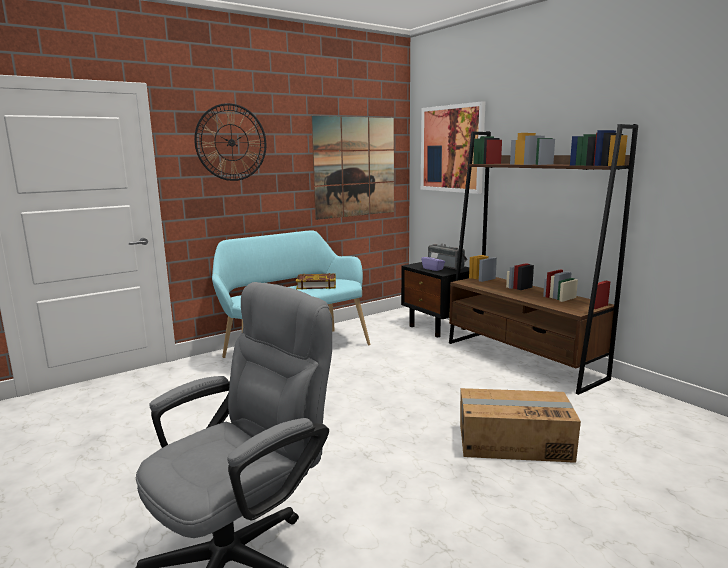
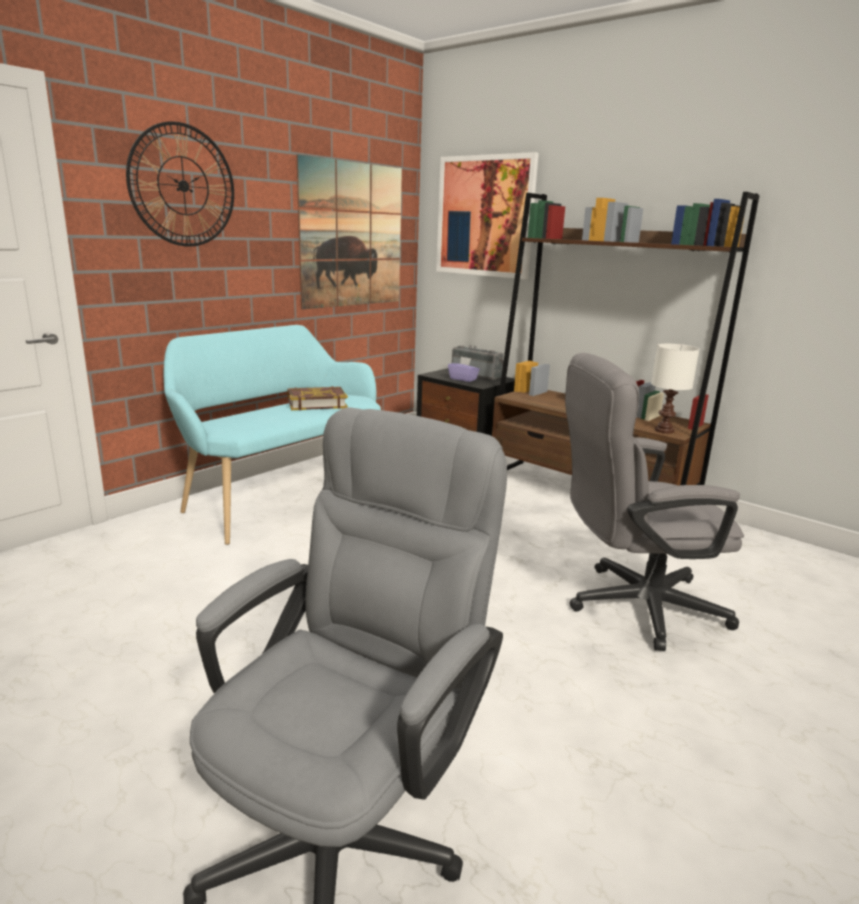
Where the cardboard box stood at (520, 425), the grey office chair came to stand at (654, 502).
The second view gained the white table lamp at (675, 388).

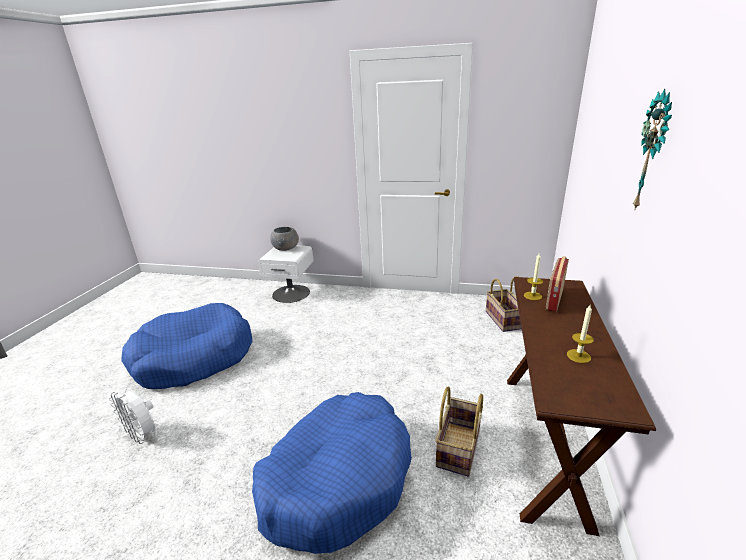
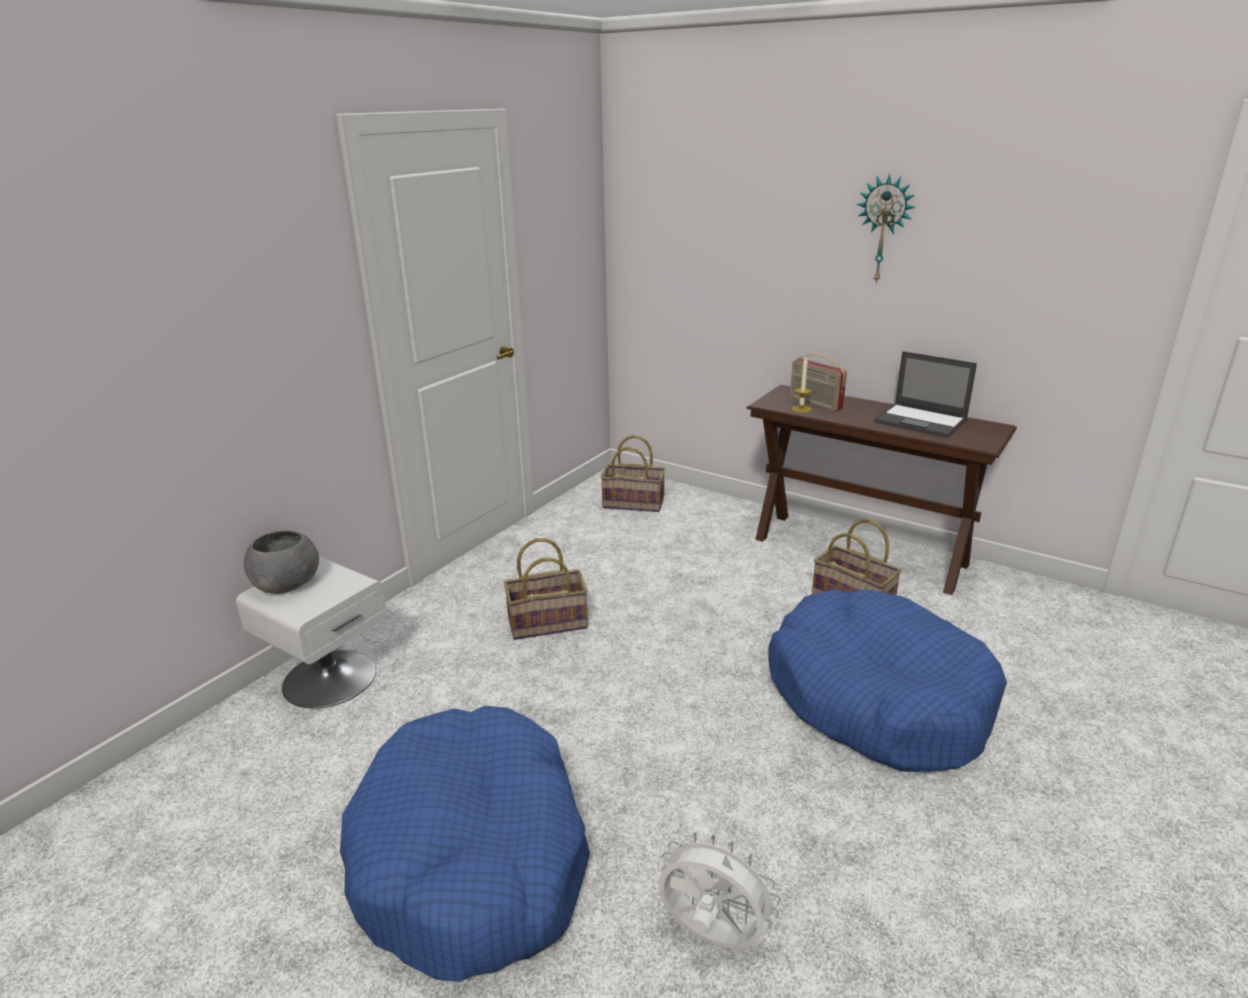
The second view gained the basket at (546, 589).
The white fan at (132, 416) ended up facing another way, 120 degrees counterclockwise from before.
Where the candle stood at (580, 334), the laptop came to stand at (925, 394).

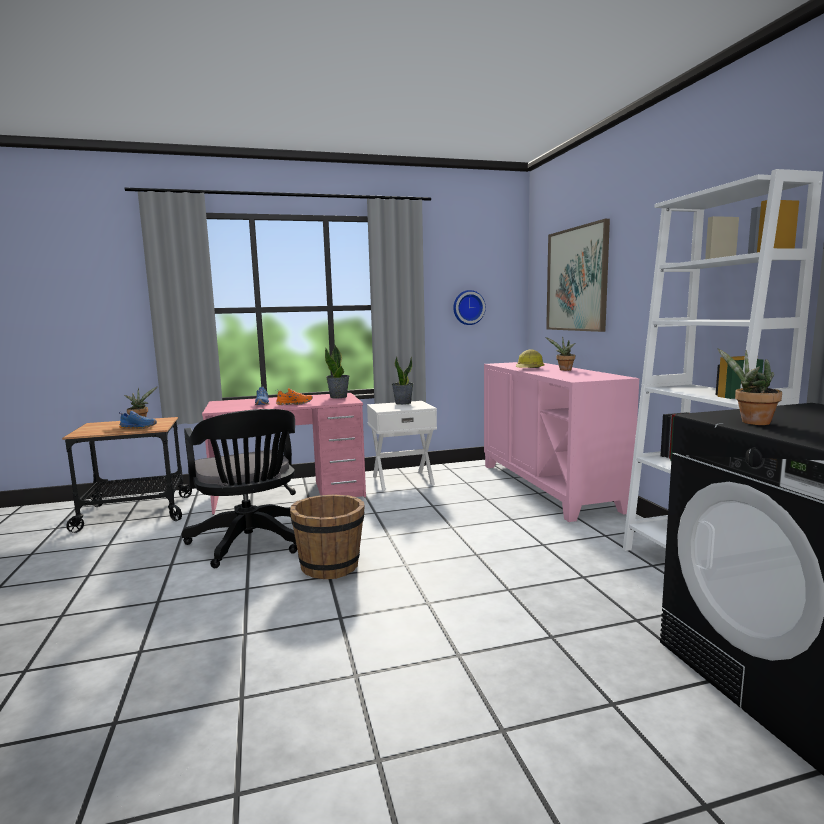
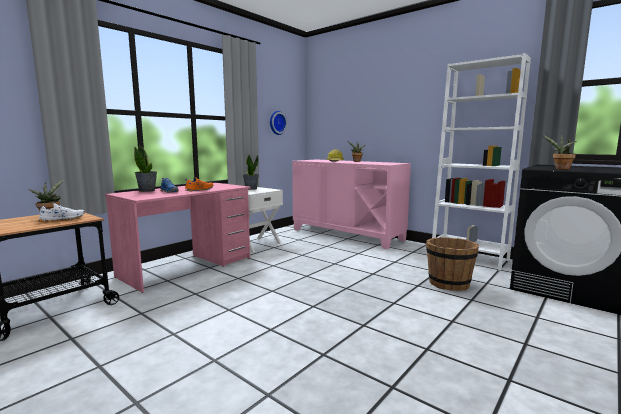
What was the blue shoe at (138, 420) turned into the white shoe at (61, 212).
The potted plant ended up elsewhere, having gone from (337, 371) to (145, 168).
The brown bucket ended up elsewhere, having gone from (327, 536) to (452, 264).
The second view lost the black office chair at (239, 488).
The second view lost the picture at (578, 275).

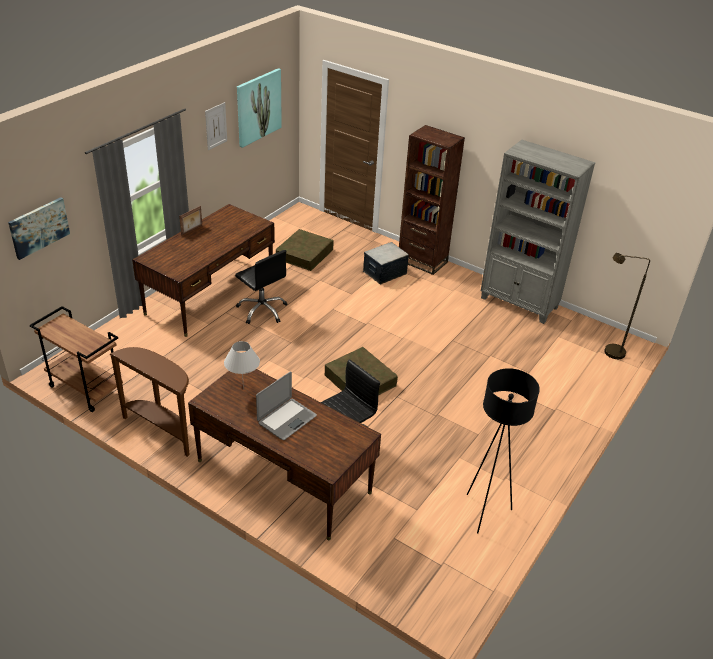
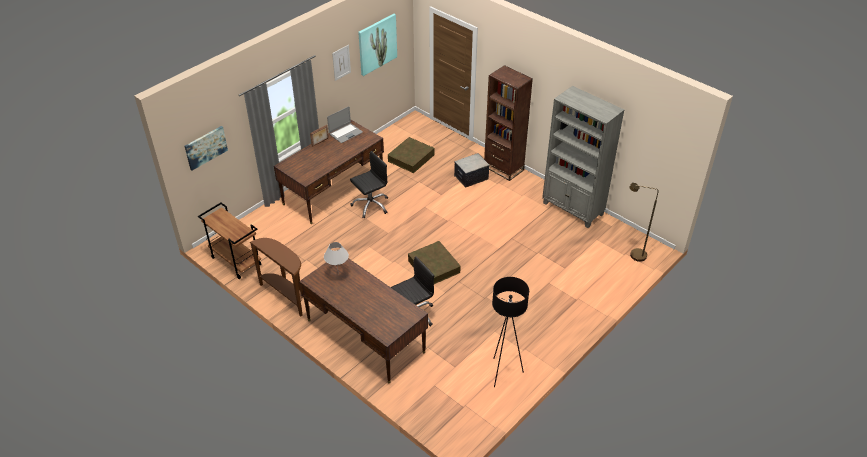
The laptop ended up elsewhere, having gone from (286, 405) to (345, 124).
The black office chair at (261, 287) ended up facing another way, 90 degrees counterclockwise from before.

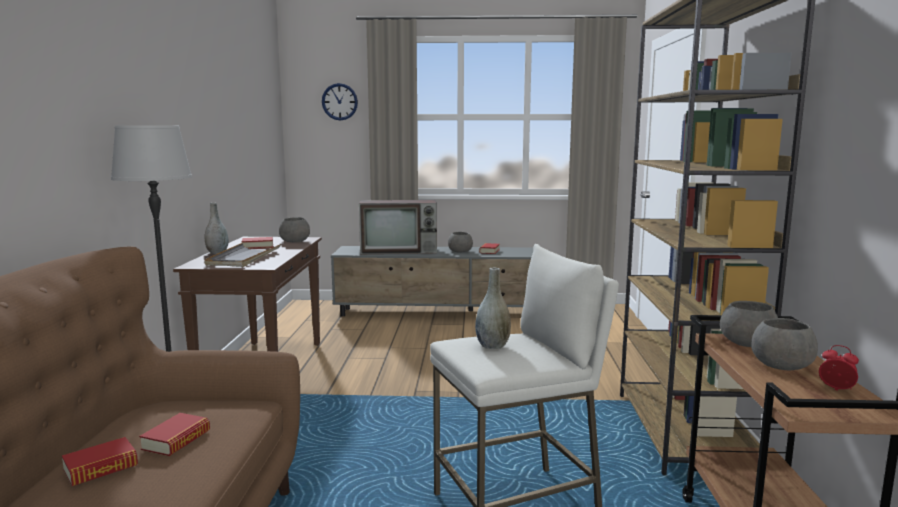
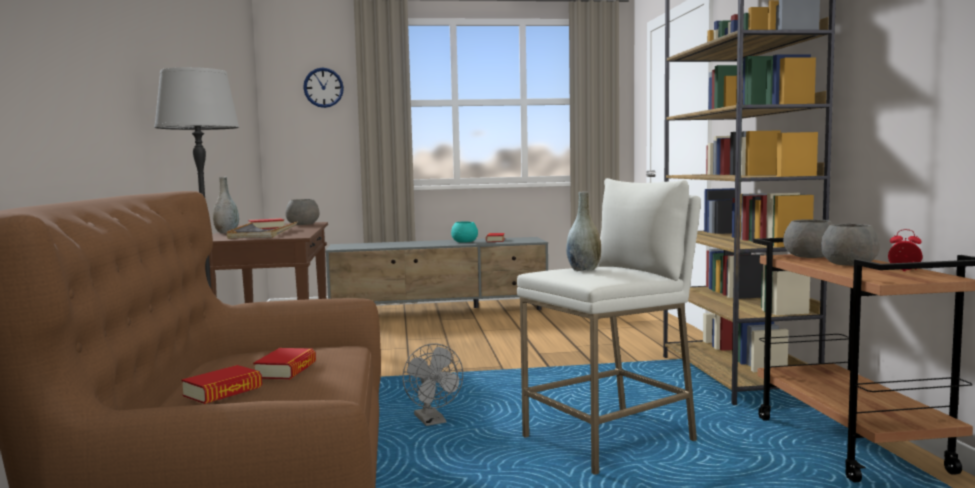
The second view gained the grey fan at (433, 384).
What was the grey bowl at (460, 242) turned into the turquoise bowl at (464, 232).
The second view lost the television at (398, 227).

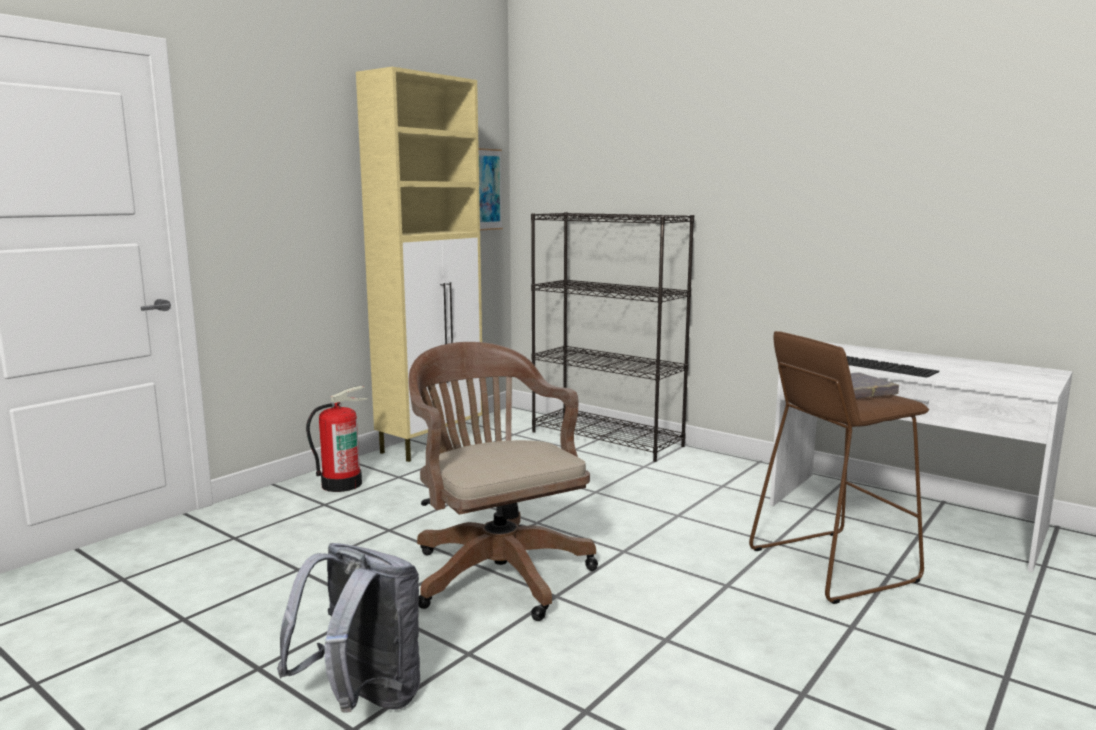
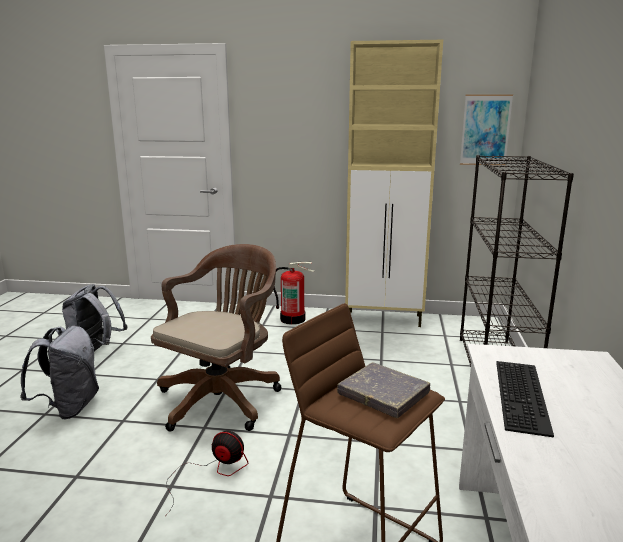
The second view gained the grey backpack at (94, 317).
The second view gained the fan at (207, 473).

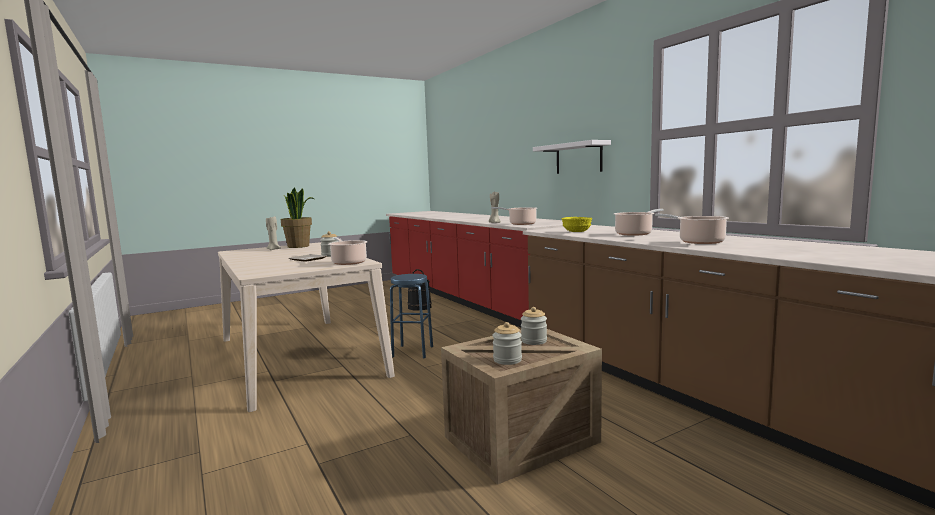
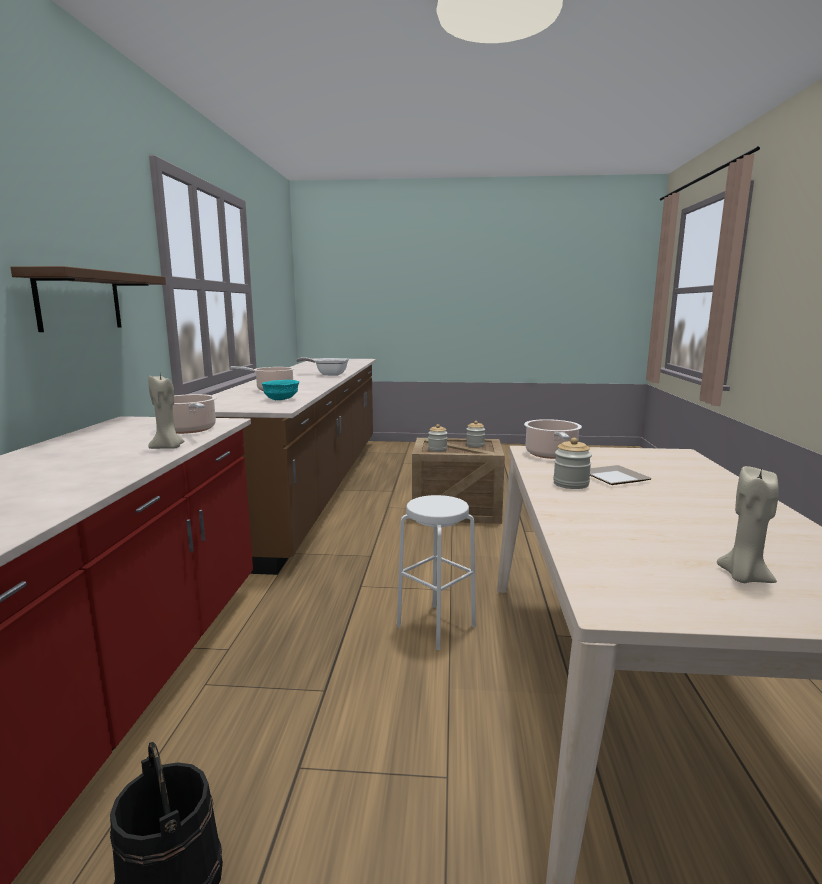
What was the white shelf at (572, 157) turned into the brown shelf at (88, 299).
What was the yellow bowl at (577, 224) turned into the turquoise bowl at (280, 390).
The second view gained the frying pan at (322, 366).
What was the blue stool at (411, 316) turned into the white stool at (436, 572).
The second view lost the potted plant at (297, 217).
The second view lost the cooking pot at (692, 229).

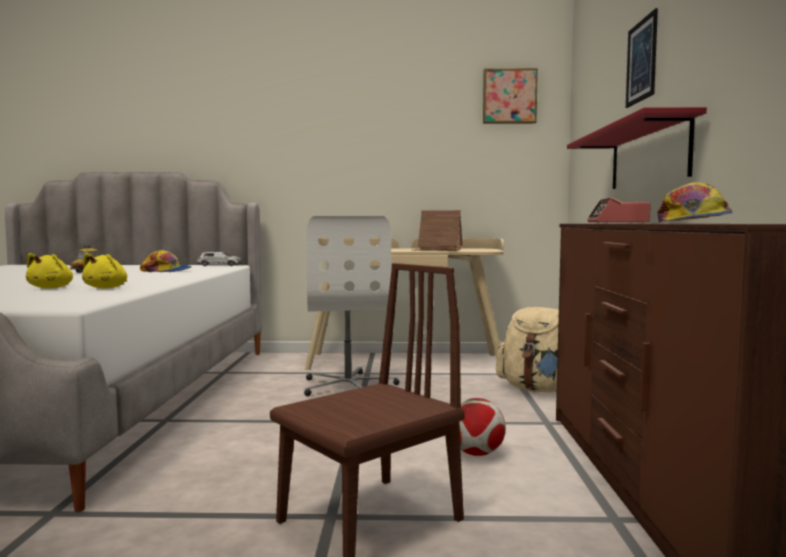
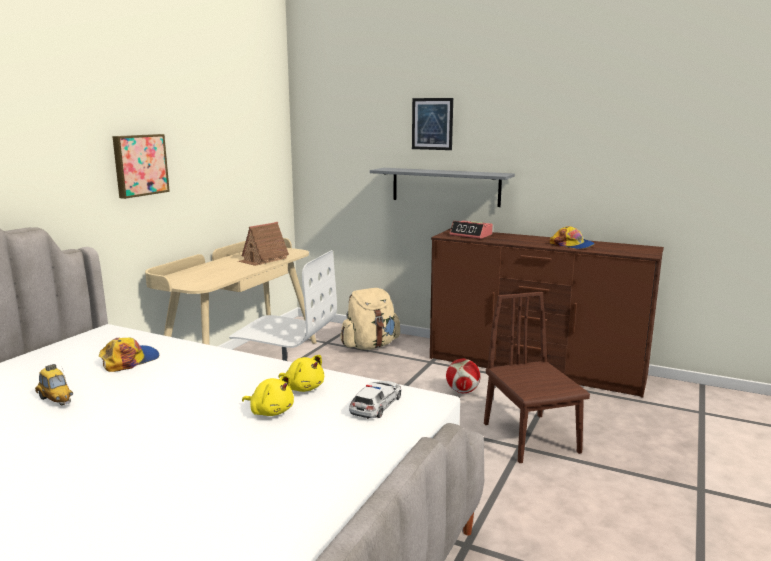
The picture ended up elsewhere, having gone from (510, 96) to (141, 166).
The toy car ended up elsewhere, having gone from (220, 258) to (375, 400).
What was the red shelf at (637, 148) turned into the grey shelf at (442, 187).

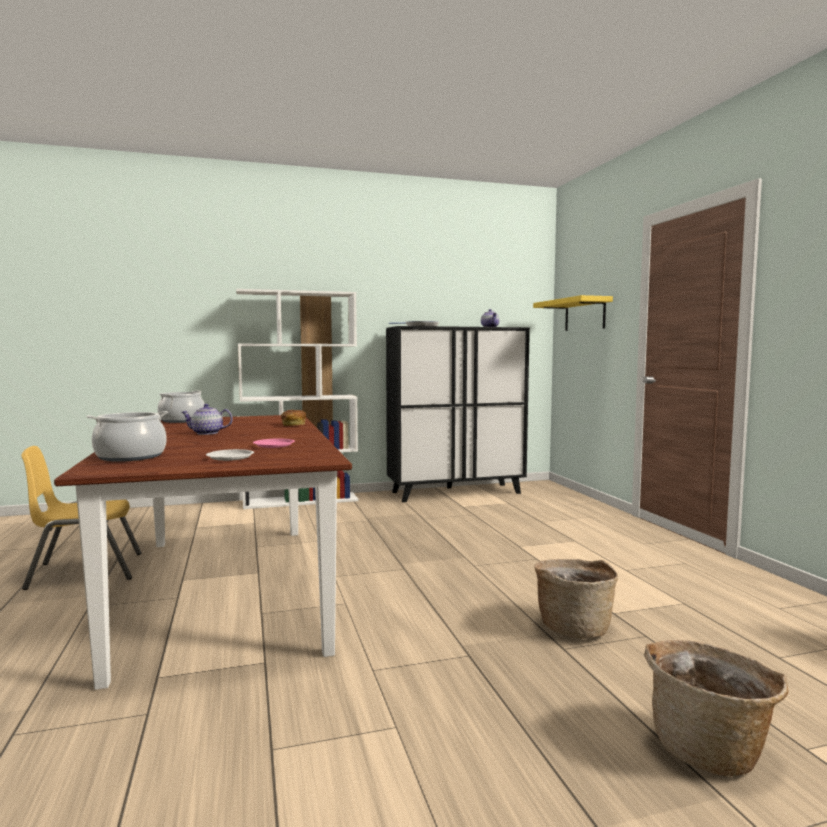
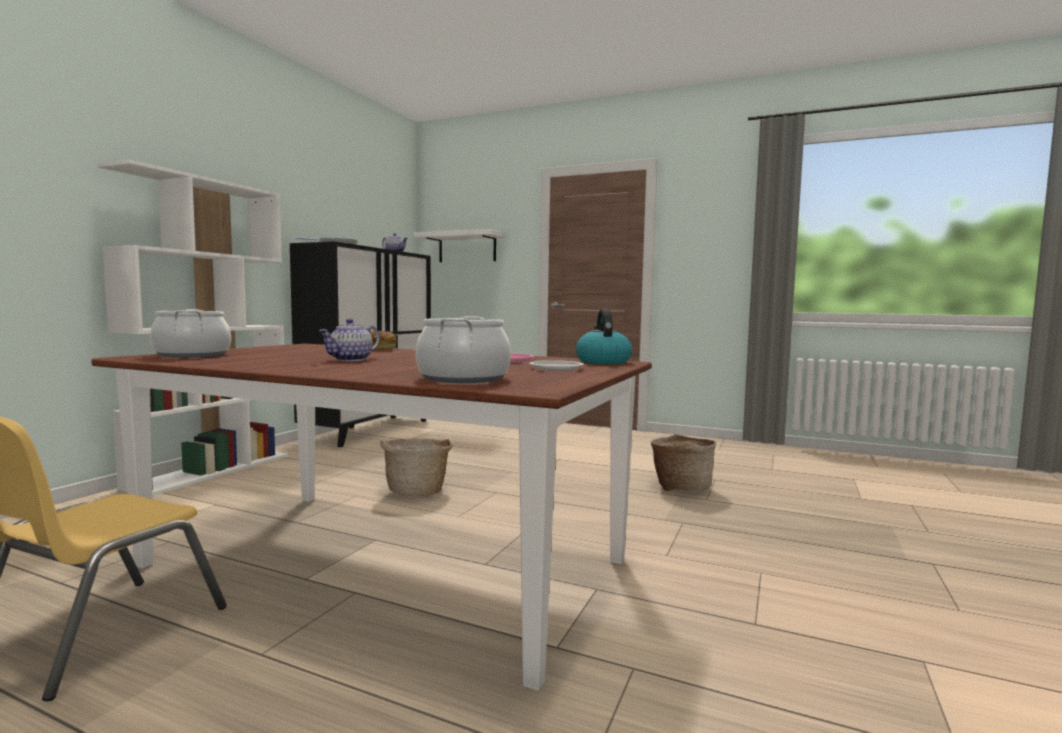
The basket ended up elsewhere, having gone from (716, 708) to (416, 467).
What was the yellow shelf at (573, 313) turned into the white shelf at (459, 245).
The second view gained the kettle at (604, 336).

